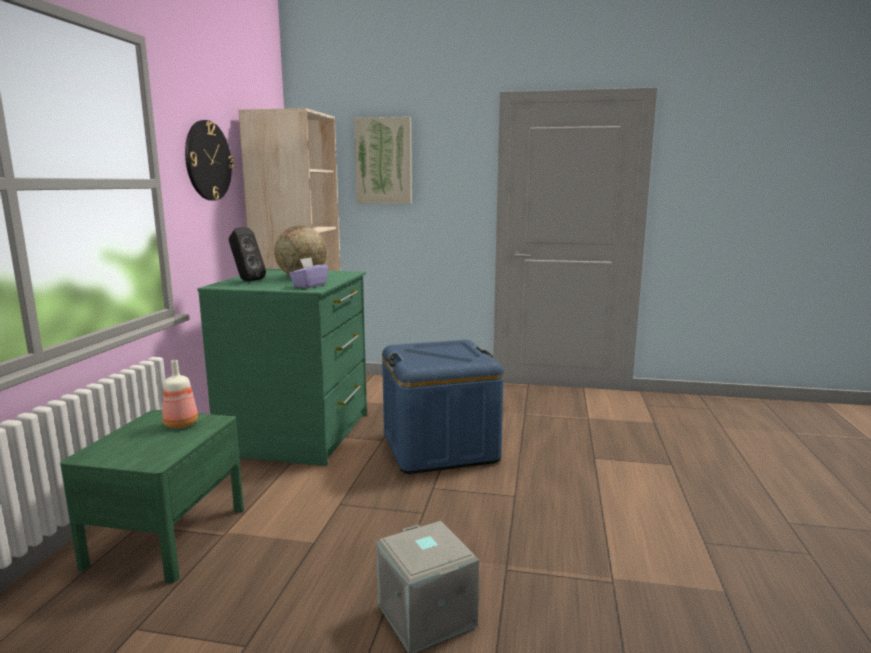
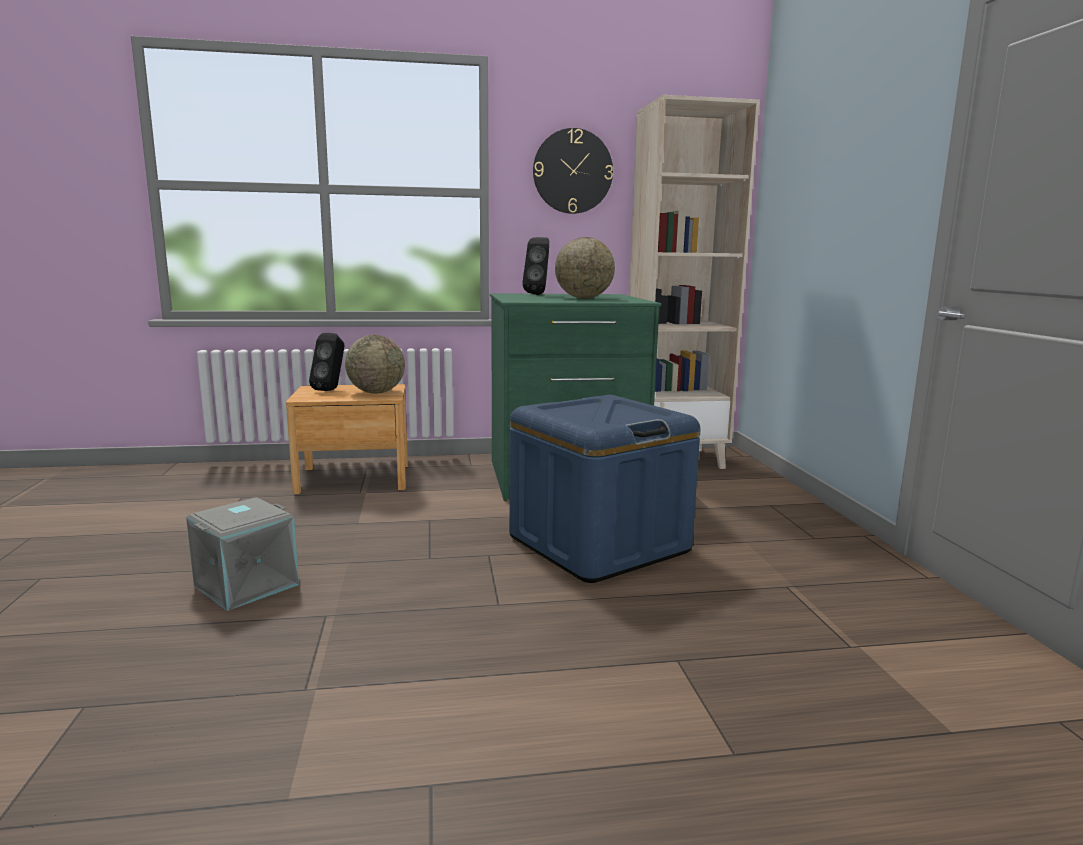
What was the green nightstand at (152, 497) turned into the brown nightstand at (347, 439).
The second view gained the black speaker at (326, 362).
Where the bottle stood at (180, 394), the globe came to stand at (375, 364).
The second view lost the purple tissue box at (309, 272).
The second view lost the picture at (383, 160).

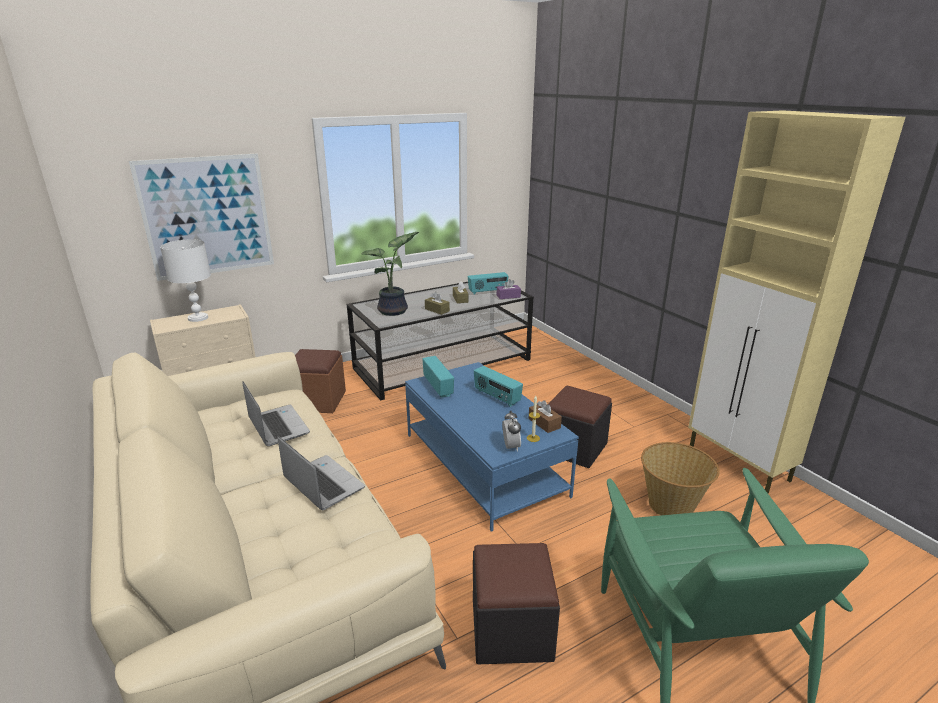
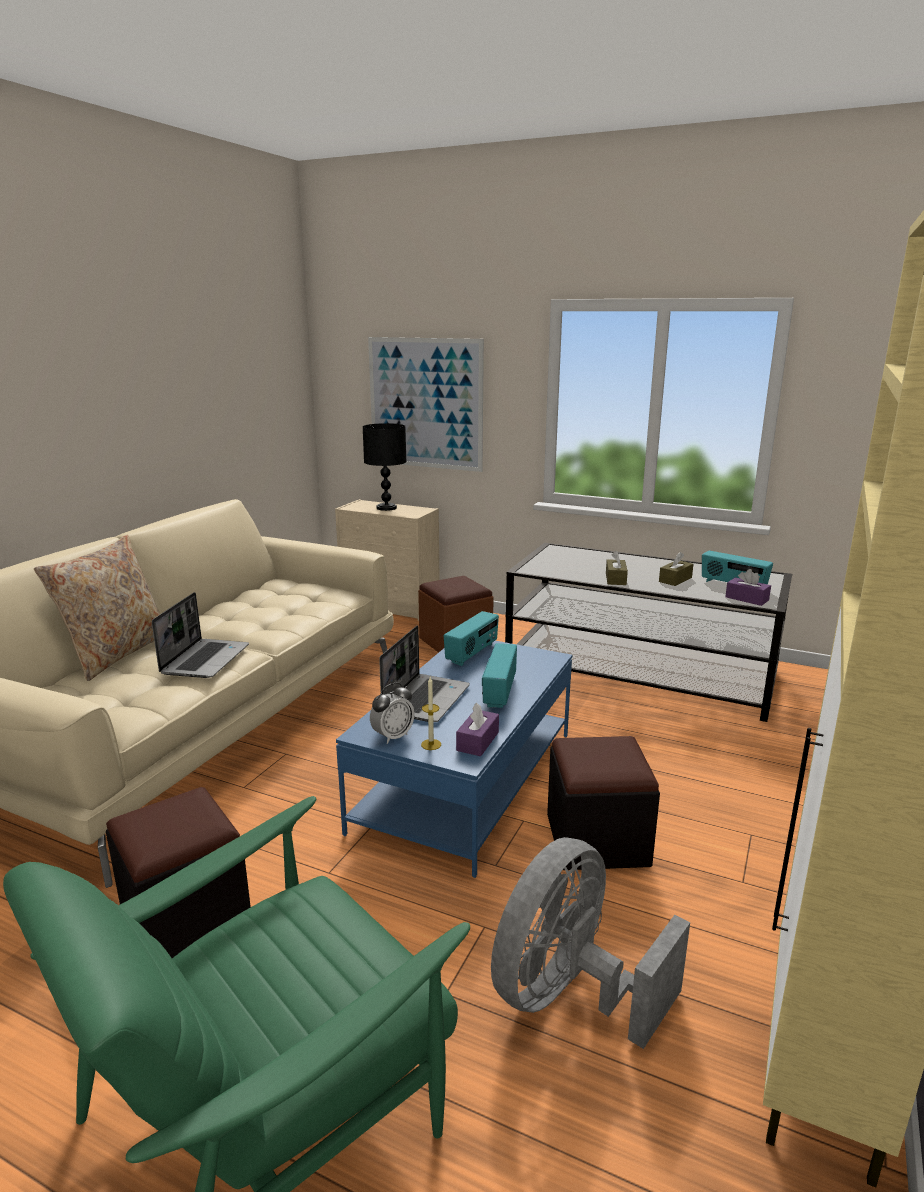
The second view gained the beige pillow at (97, 608).
What was the white table lamp at (185, 280) turned into the black table lamp at (385, 467).
The laptop ended up elsewhere, having gone from (276, 413) to (424, 673).
What was the brown tissue box at (545, 416) turned into the purple tissue box at (477, 729).
Where the basket stood at (680, 478), the grey fan came to stand at (590, 943).
The second view lost the potted plant at (390, 274).

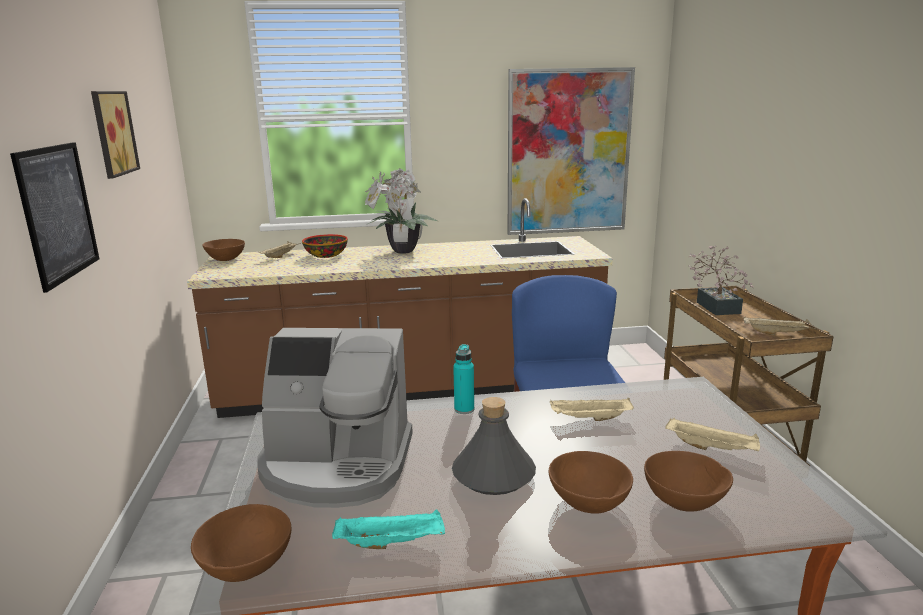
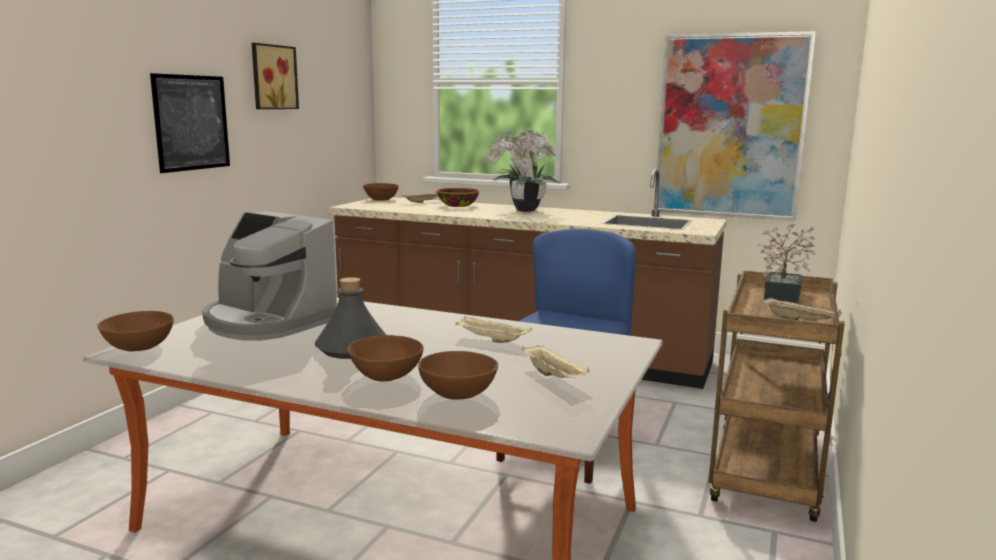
The second view lost the turquoise tray at (388, 529).
The second view lost the turquoise bottle at (463, 379).

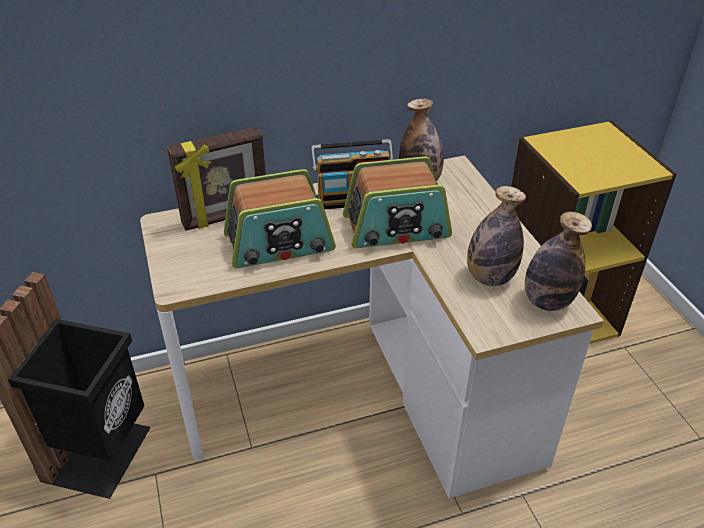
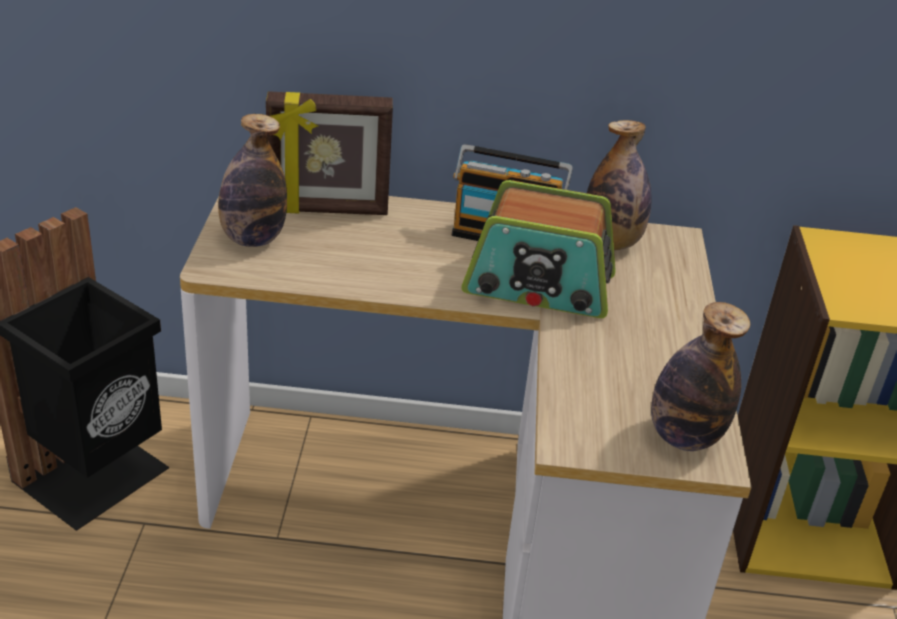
The bottle ended up elsewhere, having gone from (496, 236) to (252, 180).
The second view lost the radio at (280, 218).

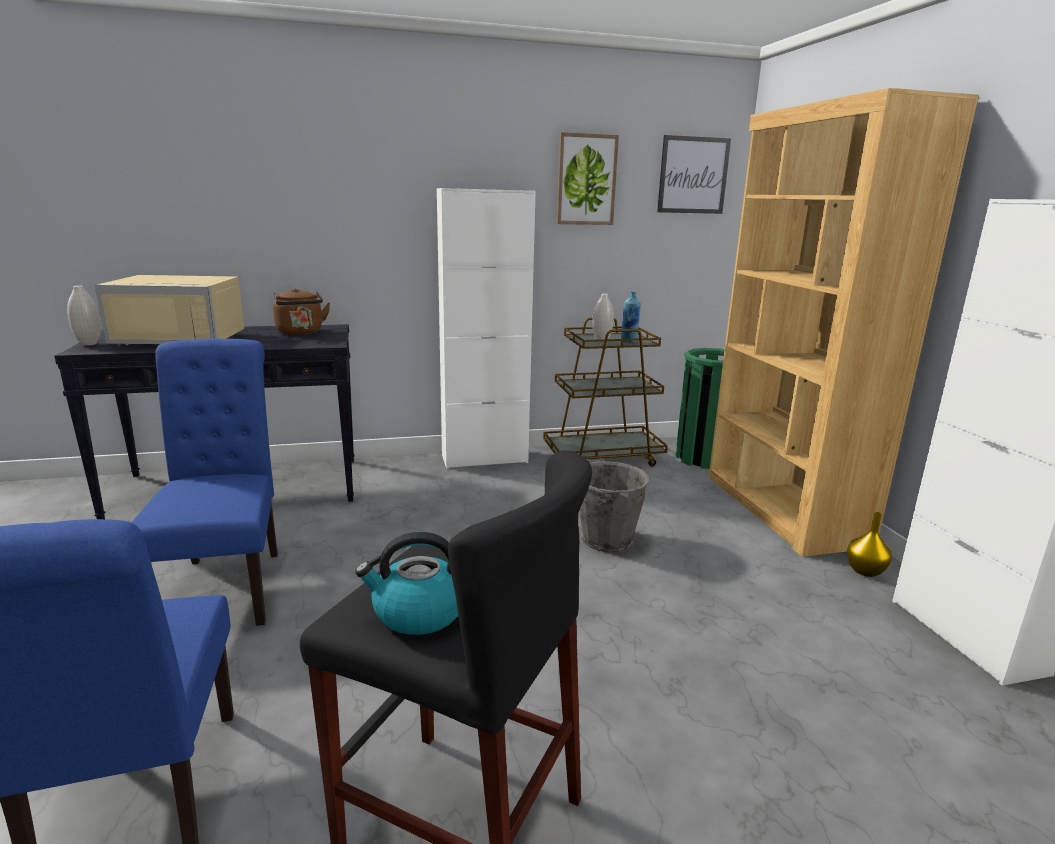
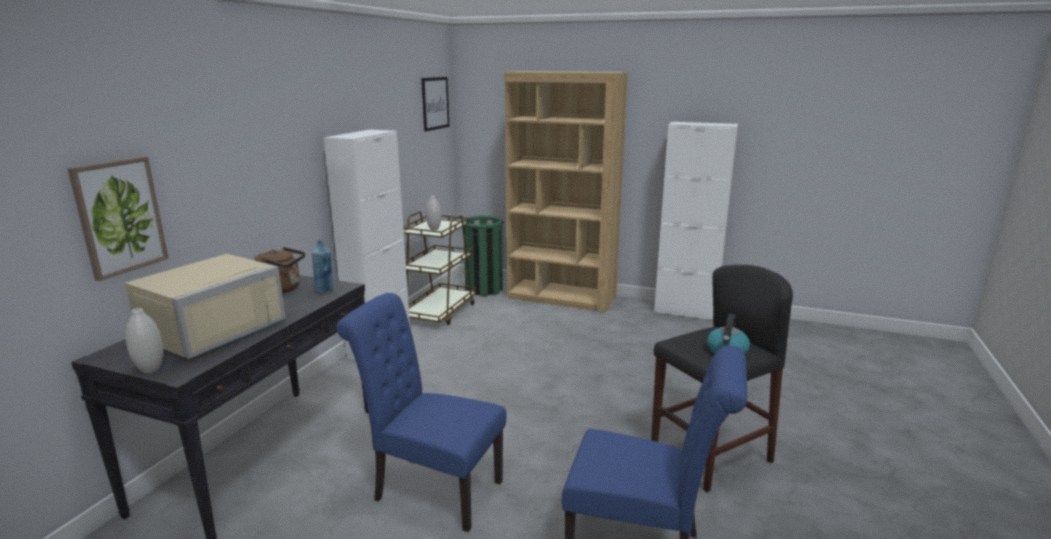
The picture ended up elsewhere, having gone from (587, 178) to (118, 218).
The blue bottle ended up elsewhere, having gone from (631, 317) to (323, 266).
The second view lost the grey bucket at (614, 506).
The second view lost the yellow vase at (869, 544).

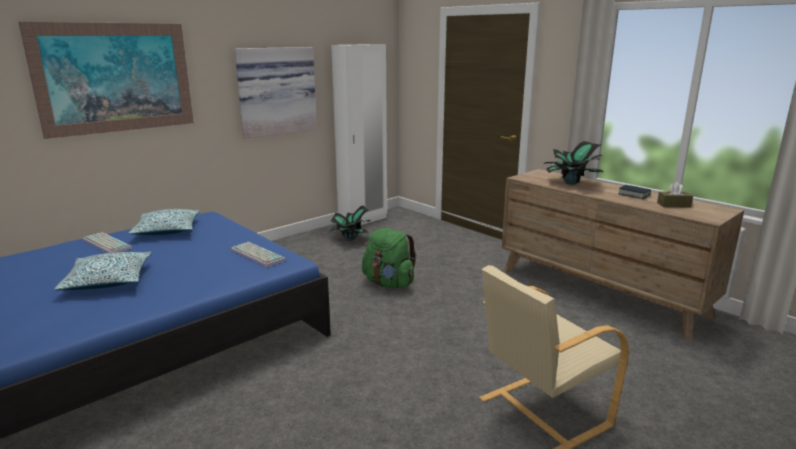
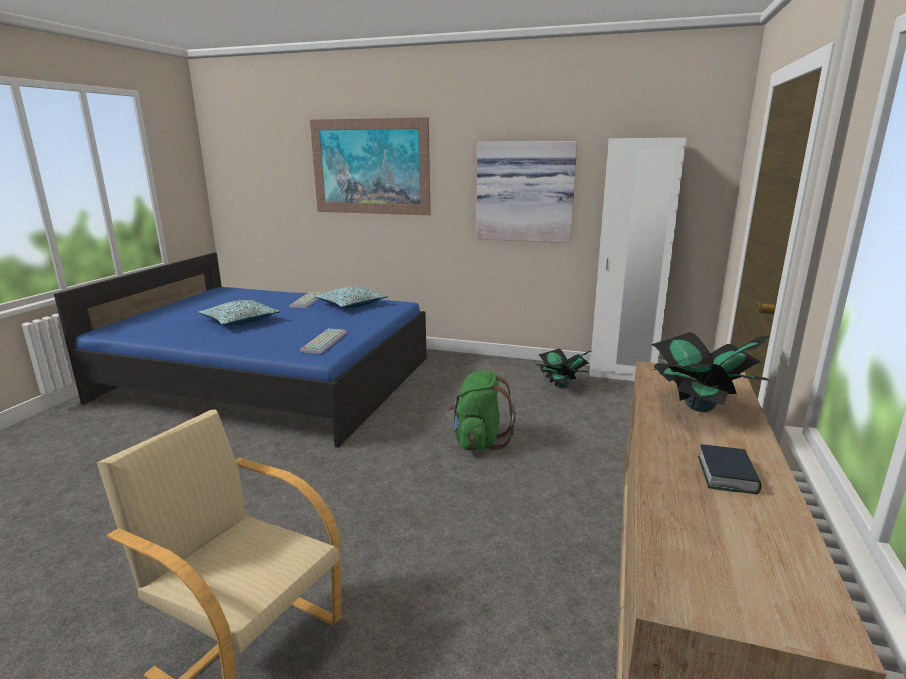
The second view lost the brown tissue box at (675, 195).

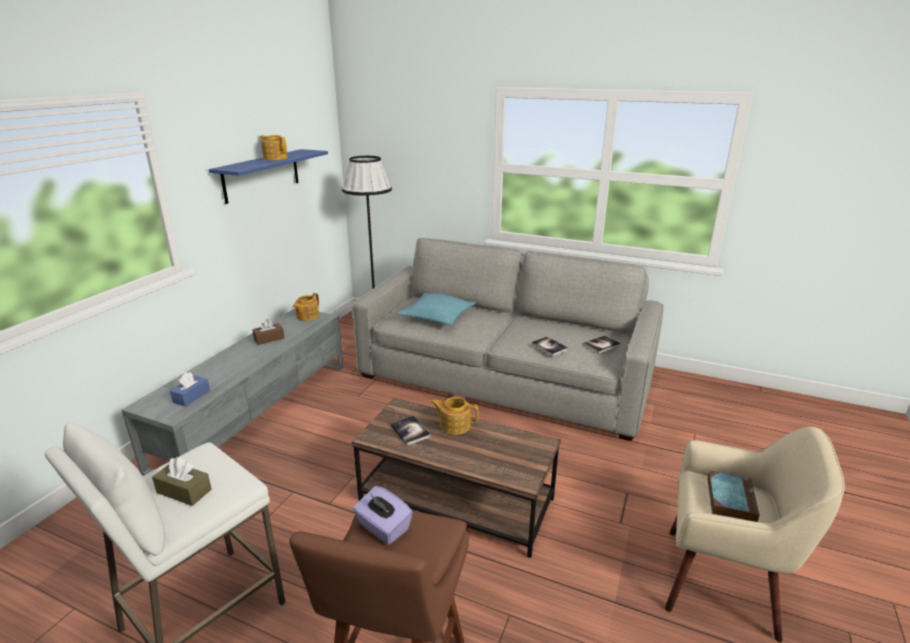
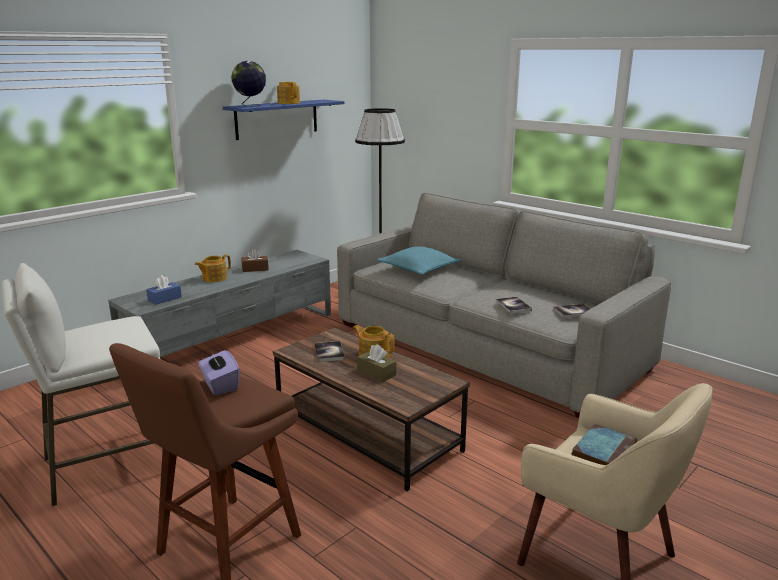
The teapot ended up elsewhere, having gone from (306, 307) to (213, 268).
The second view gained the globe at (249, 84).
The brown tissue box ended up elsewhere, having gone from (182, 481) to (376, 363).

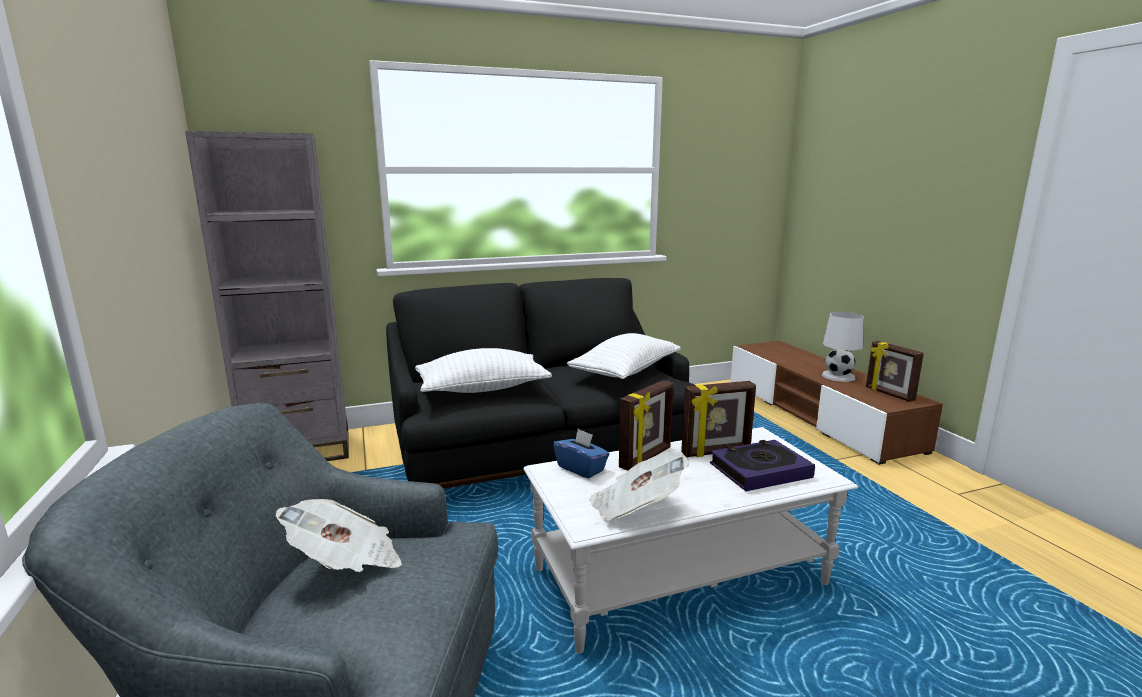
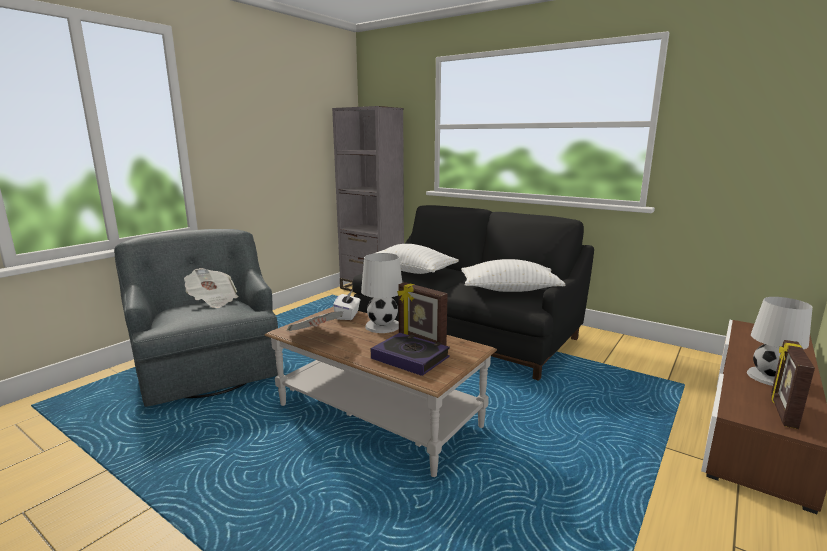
What was the white coffee table at (690, 540) turned into the brown coffee table at (381, 392).
What was the blue tissue box at (581, 454) turned into the white tissue box at (347, 305).
Where the picture frame stood at (646, 425), the white table lamp came to stand at (381, 293).

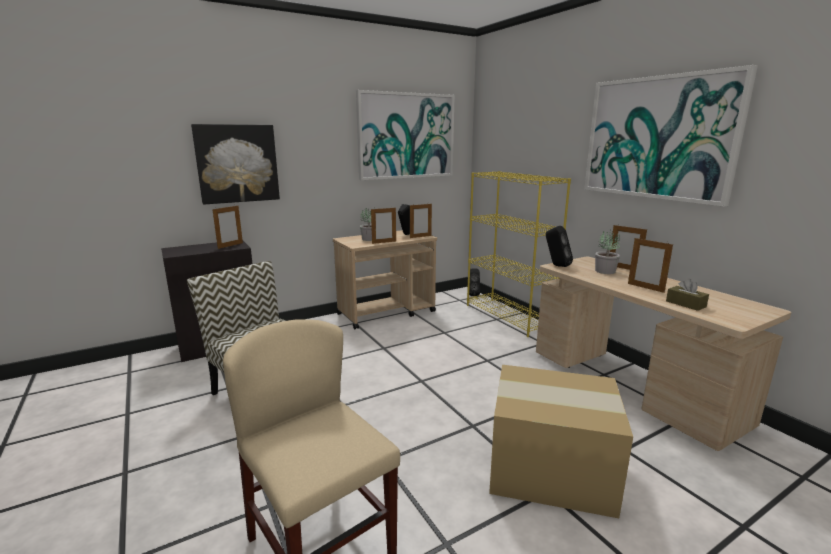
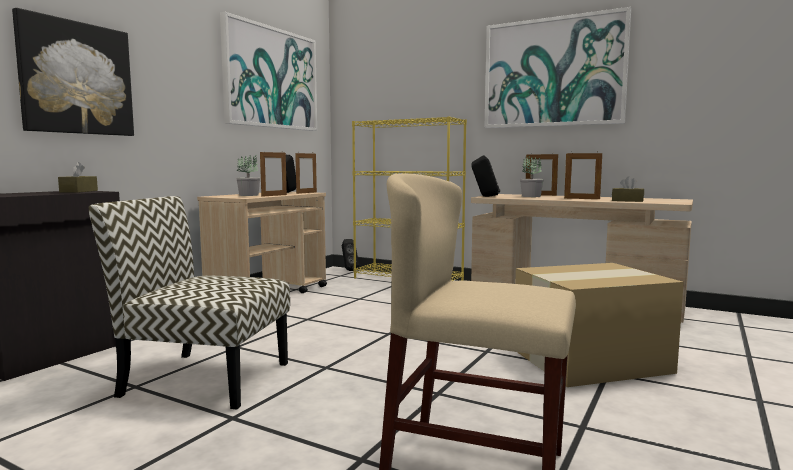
Where the picture frame stood at (227, 227), the brown tissue box came to stand at (78, 177).

